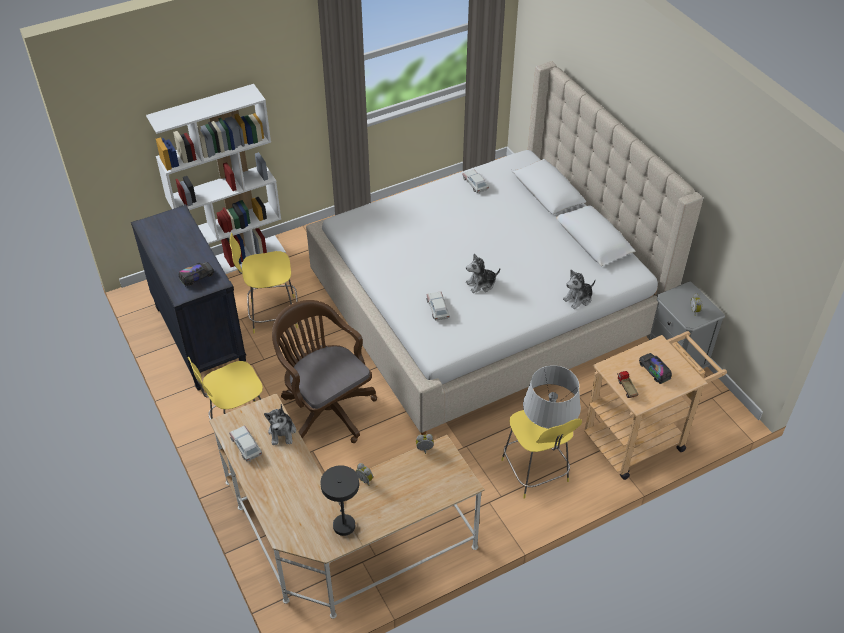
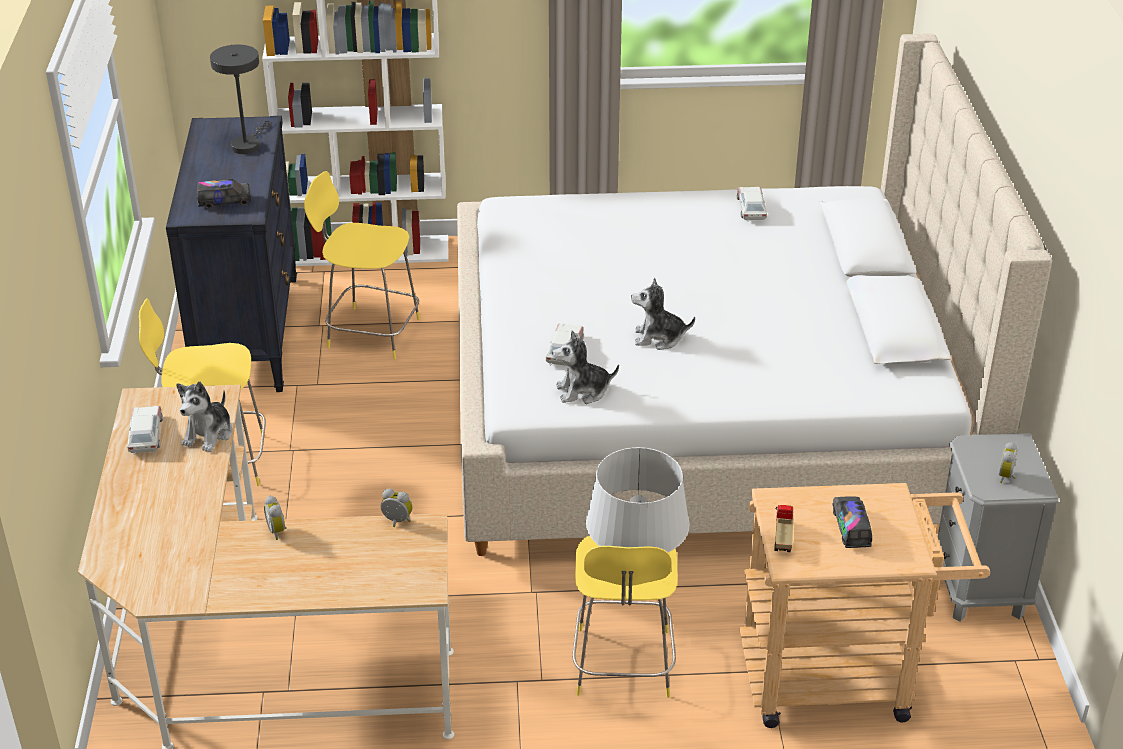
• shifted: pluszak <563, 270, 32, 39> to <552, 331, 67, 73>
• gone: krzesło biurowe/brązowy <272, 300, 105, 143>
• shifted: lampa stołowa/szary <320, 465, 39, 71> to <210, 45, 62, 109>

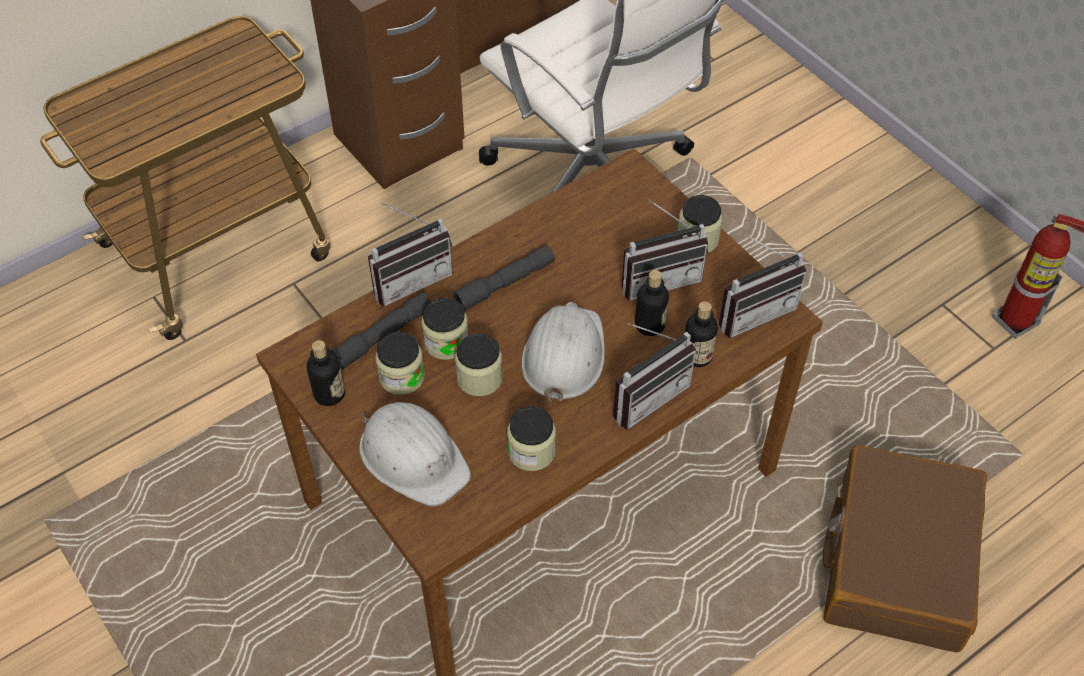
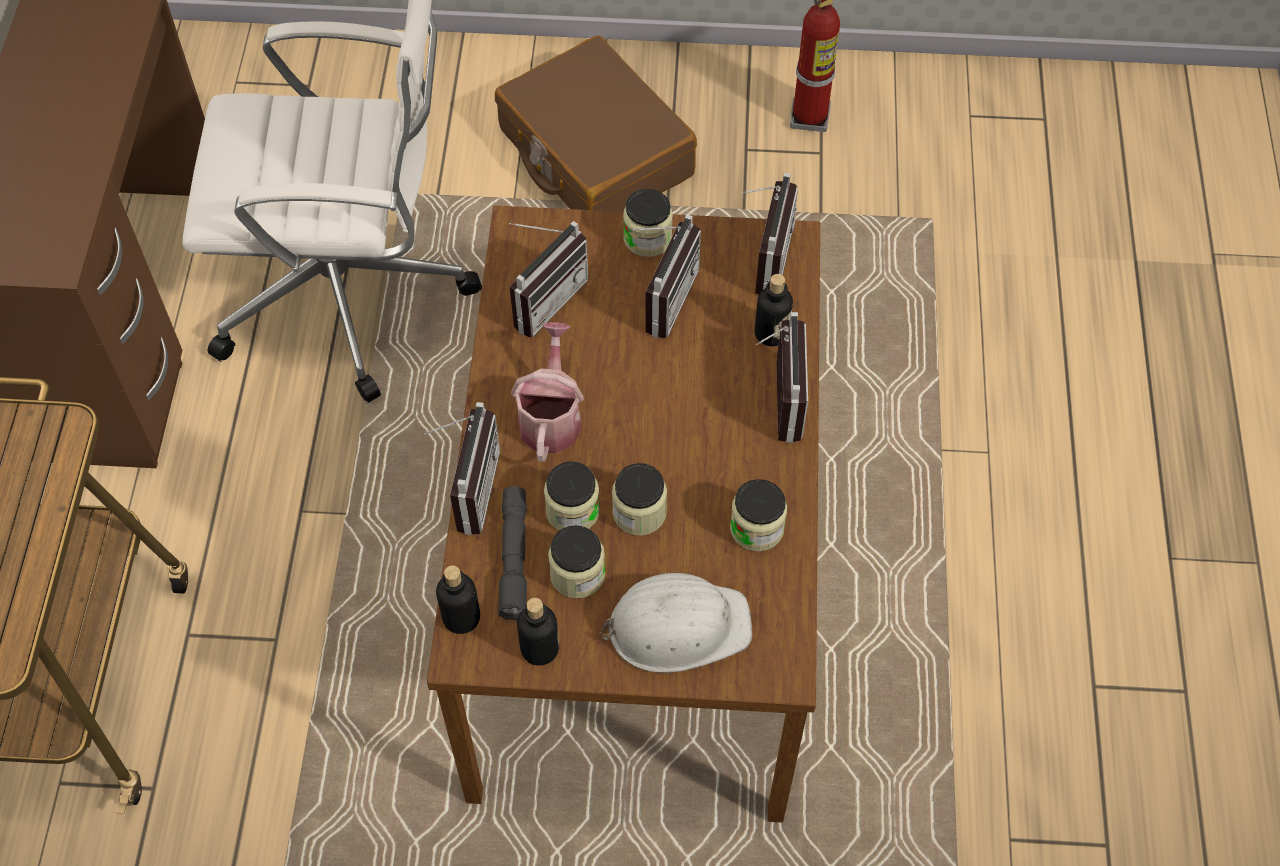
• swapped: latarka/szary <453, 245, 102, 66> to konewka <511, 322, 73, 140>
• shifted: butelka <635, 270, 34, 66> to <436, 566, 45, 68>
• gone: kask/biały <522, 302, 83, 101>
• shifted: walizka/brązowy <822, 445, 165, 207> to <495, 36, 202, 176>
• new: radio <509, 221, 79, 117>

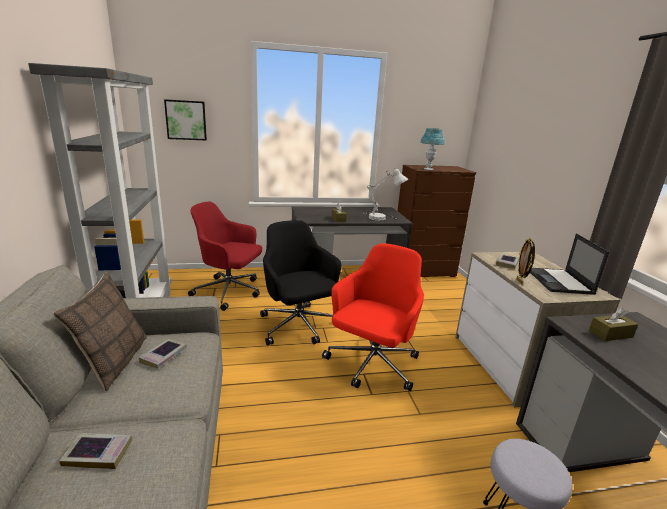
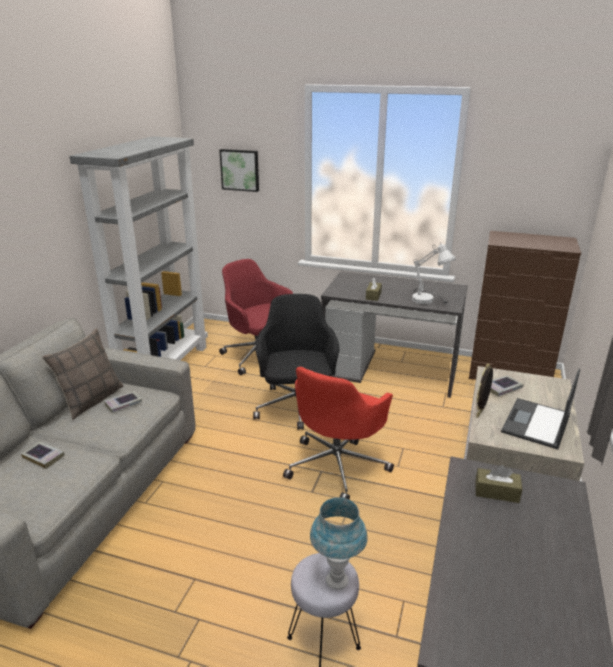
• shifted: lampa stołowa/niebieski <420, 128, 25, 42> to <310, 497, 58, 93>
• rotated: krzesło biurowe/czerwony <322, 244, 102, 147> = <283, 367, 111, 132> 150 degrees clockwise

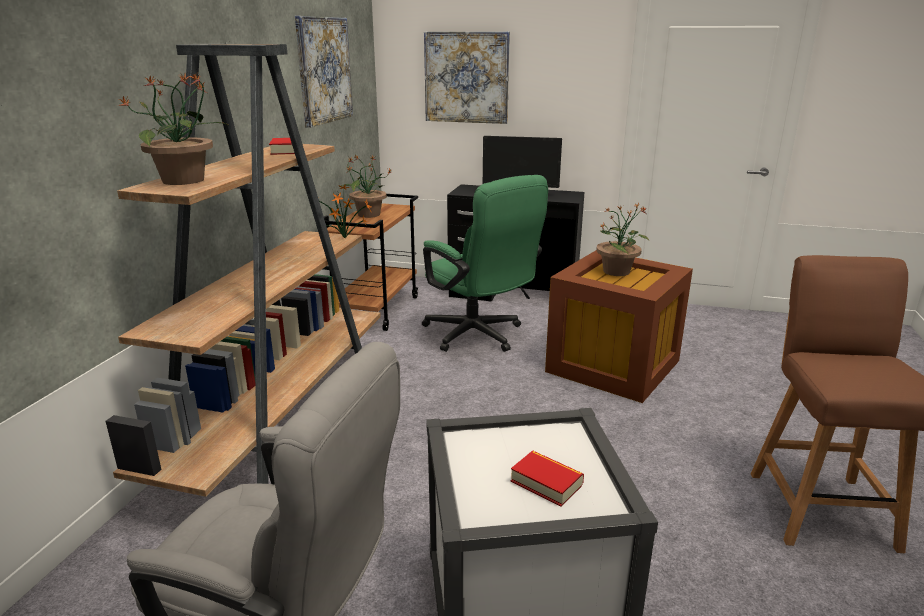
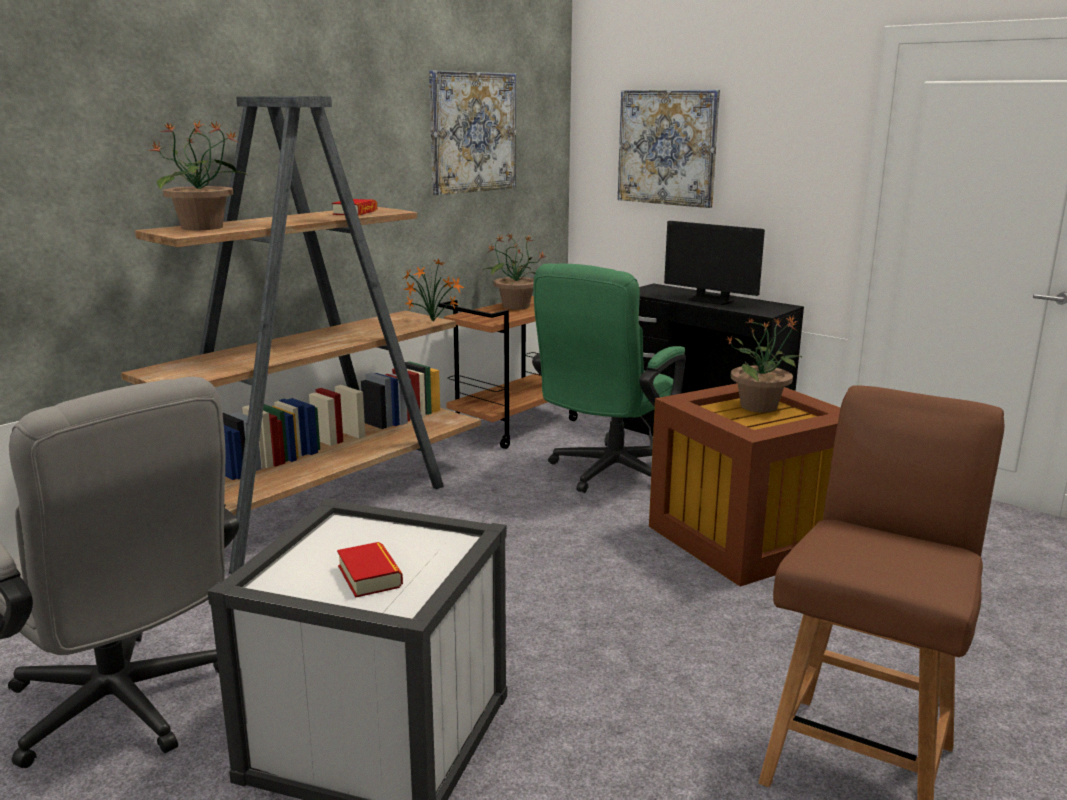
• rotated: krzesło biurowe/zielony <422, 175, 126, 177> = <532, 263, 154, 230> 45 degrees clockwise

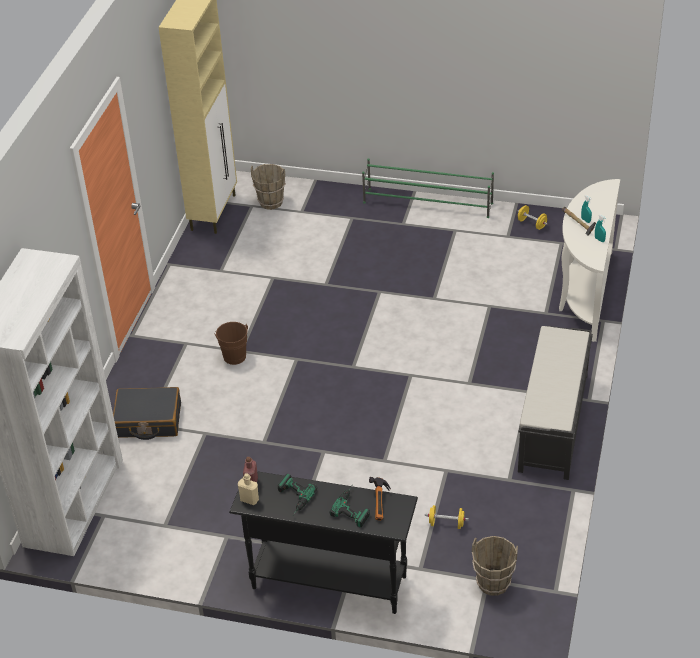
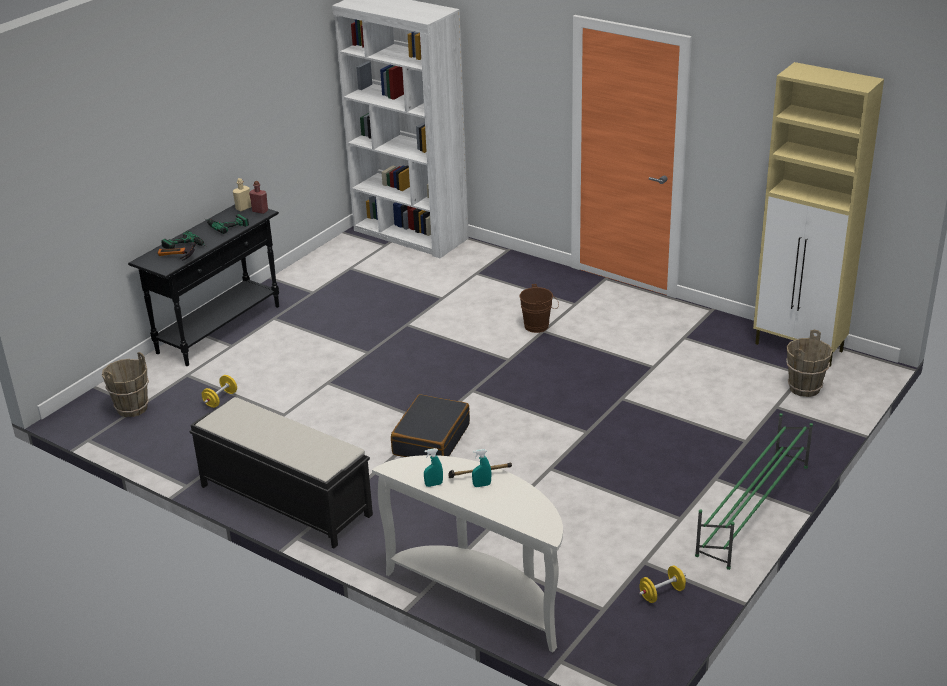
• shifted: walizka/czarny <113, 387, 68, 53> to <391, 394, 79, 63>

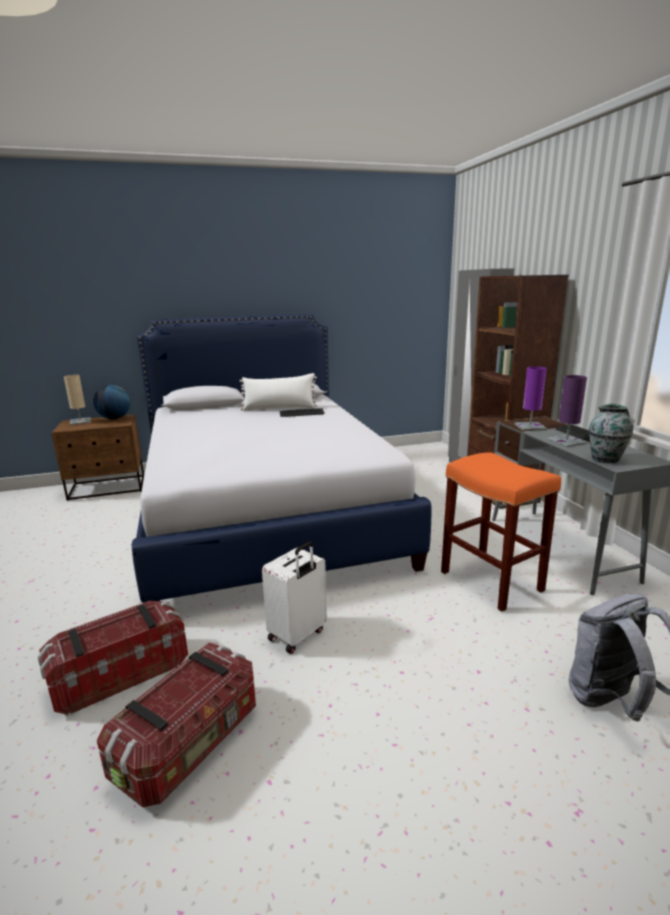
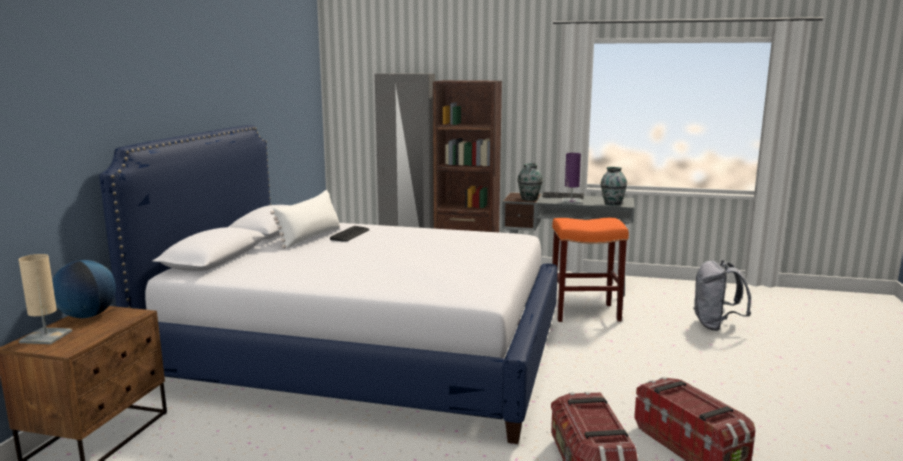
• swapped: lampa stołowa/fioletowy <514, 366, 33, 65> to wazon <517, 163, 26, 38>
• gone: walizka/biały <262, 542, 65, 112>

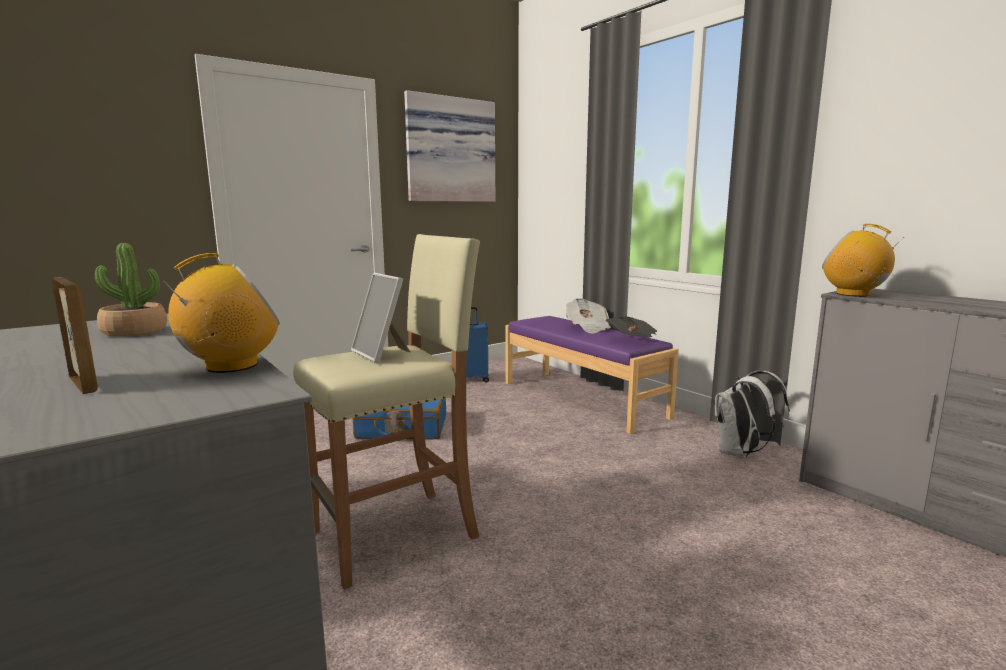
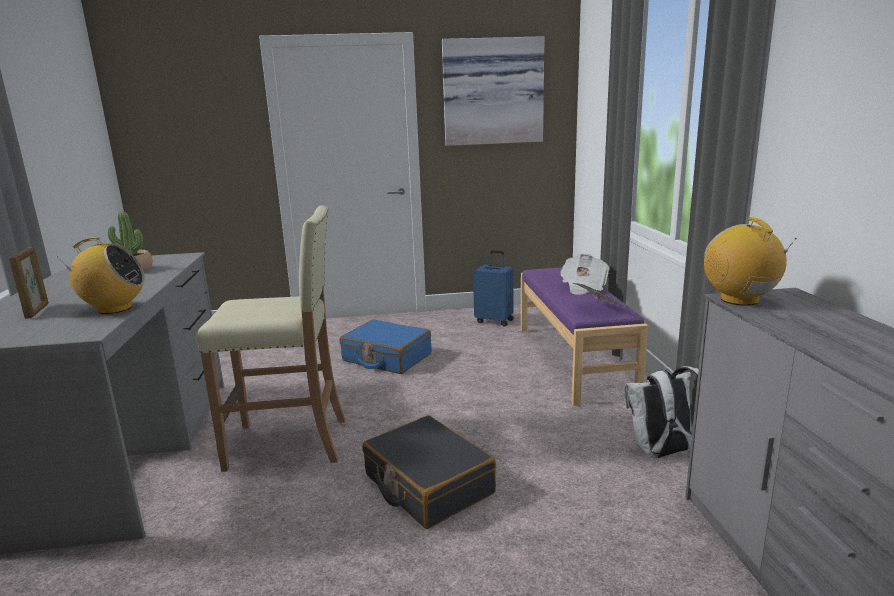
• gone: ramka na zdjęcie <351, 273, 59, 90>
• new: walizka/czarny <362, 415, 134, 114>

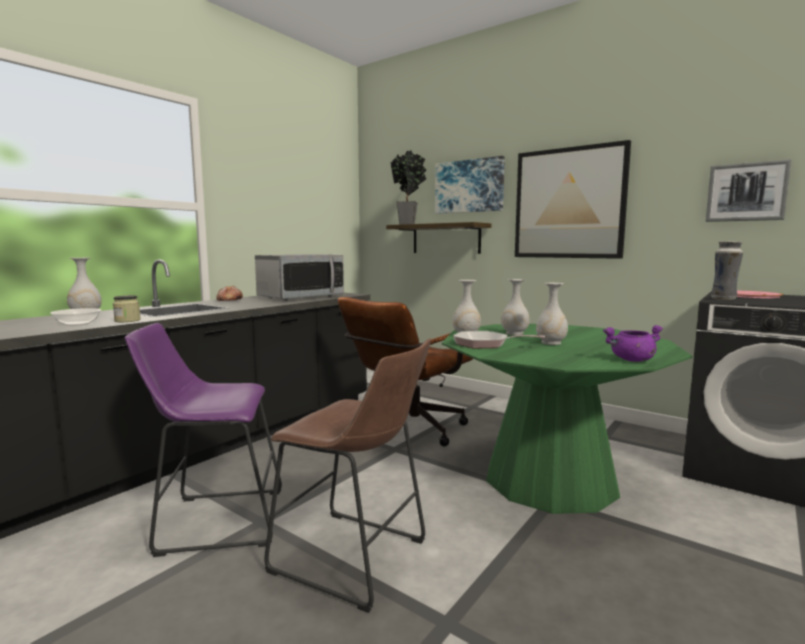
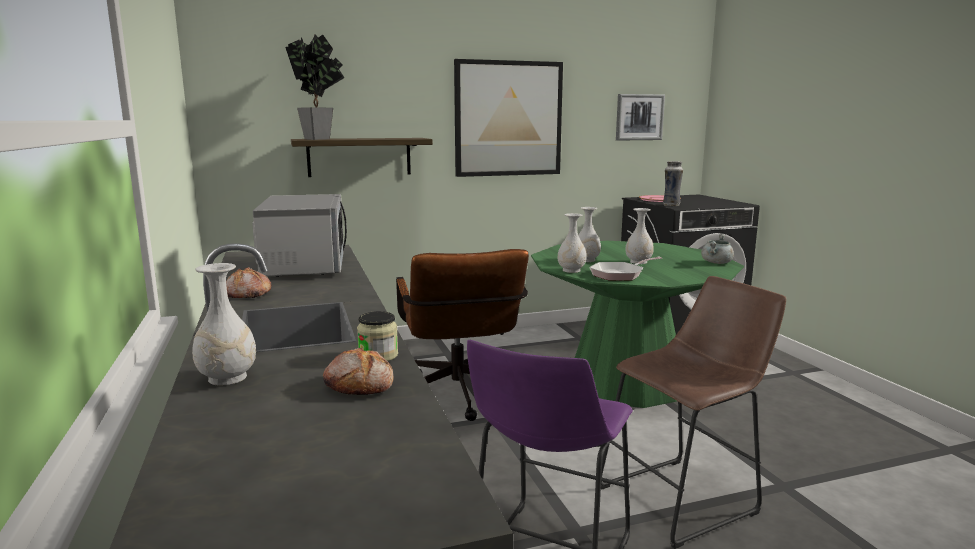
• gone: obraz <435, 156, 70, 58>
• swapped: miska <50, 308, 51, 18> to chleb <323, 348, 70, 47>
• repainted: garnek/fioletowy <603, 325, 60, 37> to garnek/szary <701, 234, 33, 30>

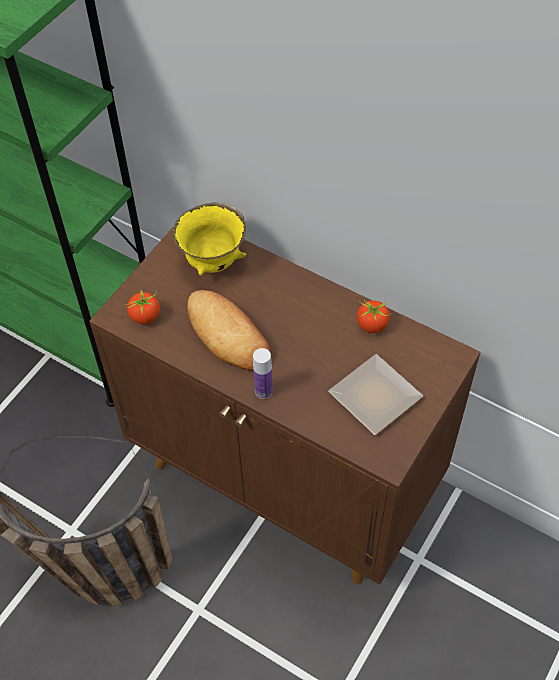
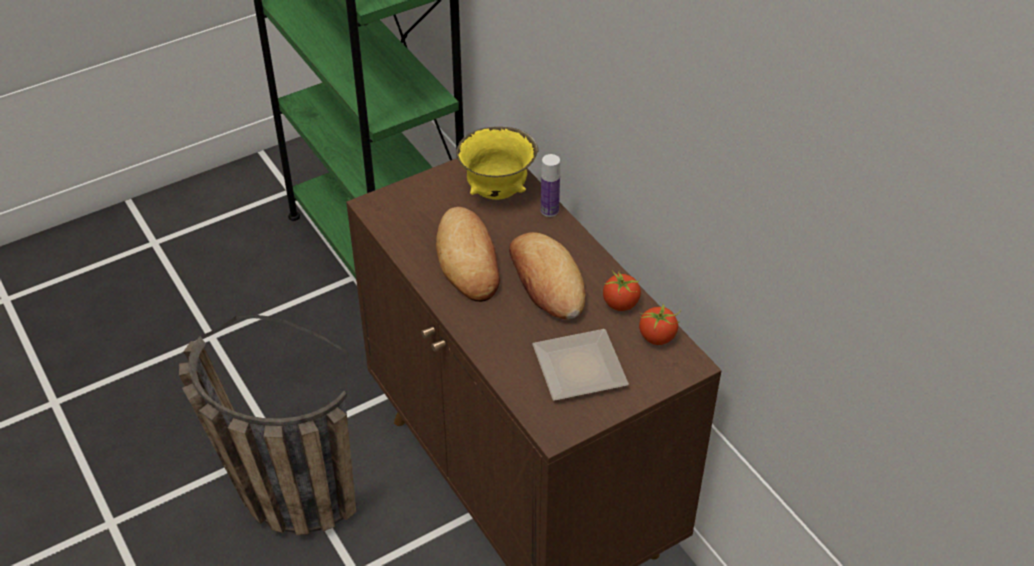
• shifted: pomidor <127, 290, 33, 35> to <639, 302, 42, 43>
• shifted: butelka <253, 348, 20, 51> to <541, 154, 19, 63>
• new: chleb <509, 232, 76, 87>

